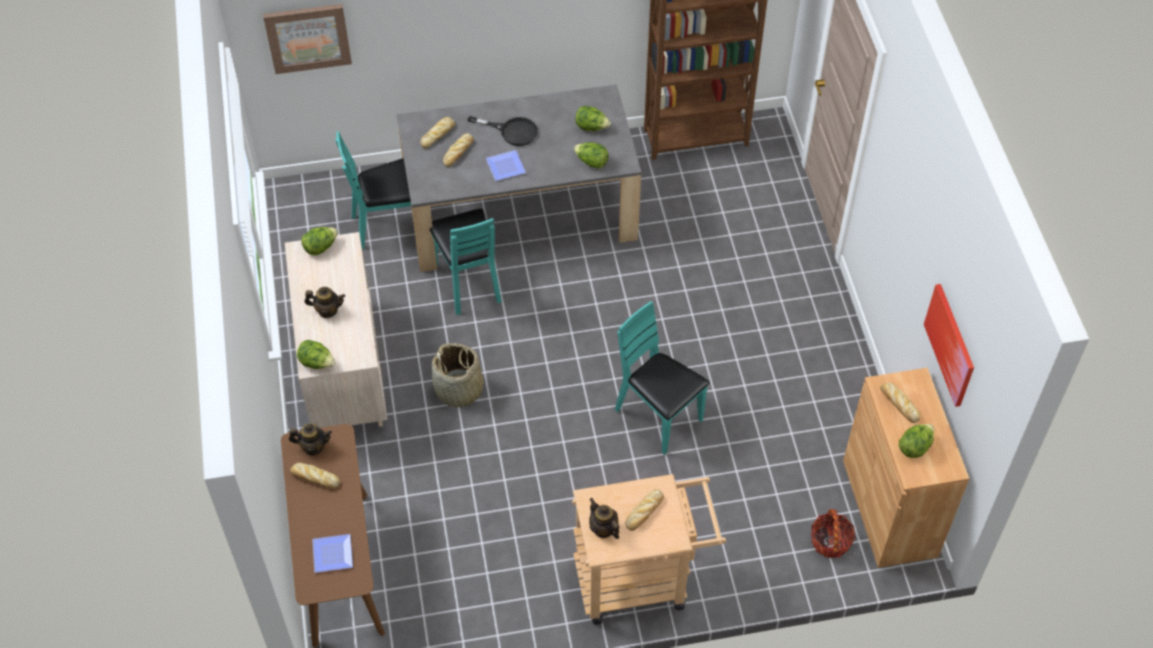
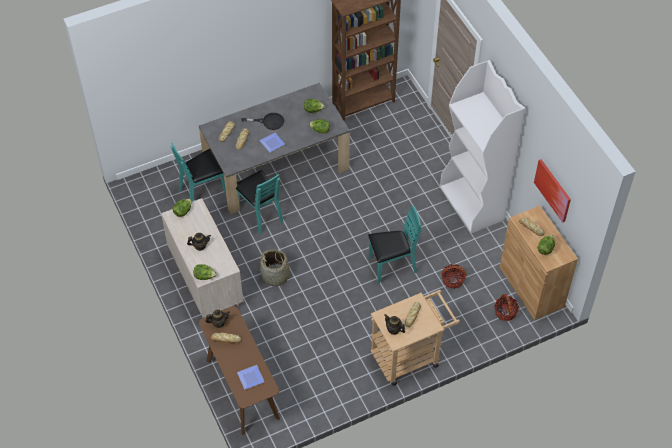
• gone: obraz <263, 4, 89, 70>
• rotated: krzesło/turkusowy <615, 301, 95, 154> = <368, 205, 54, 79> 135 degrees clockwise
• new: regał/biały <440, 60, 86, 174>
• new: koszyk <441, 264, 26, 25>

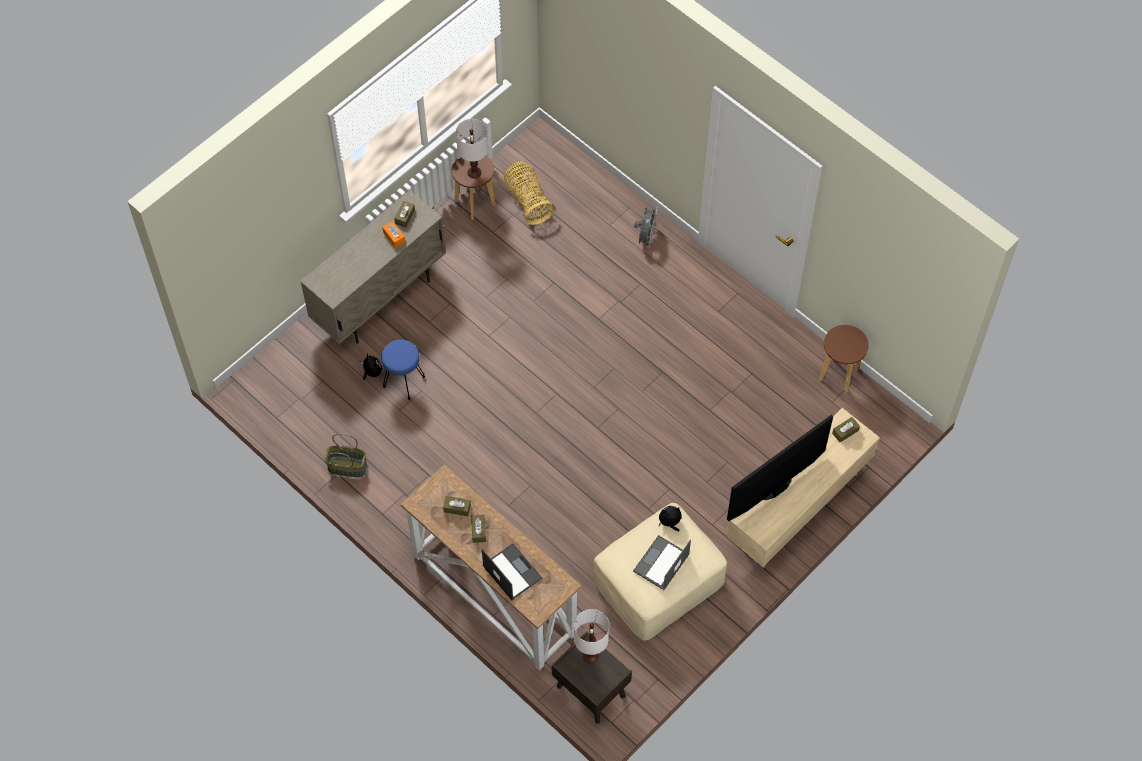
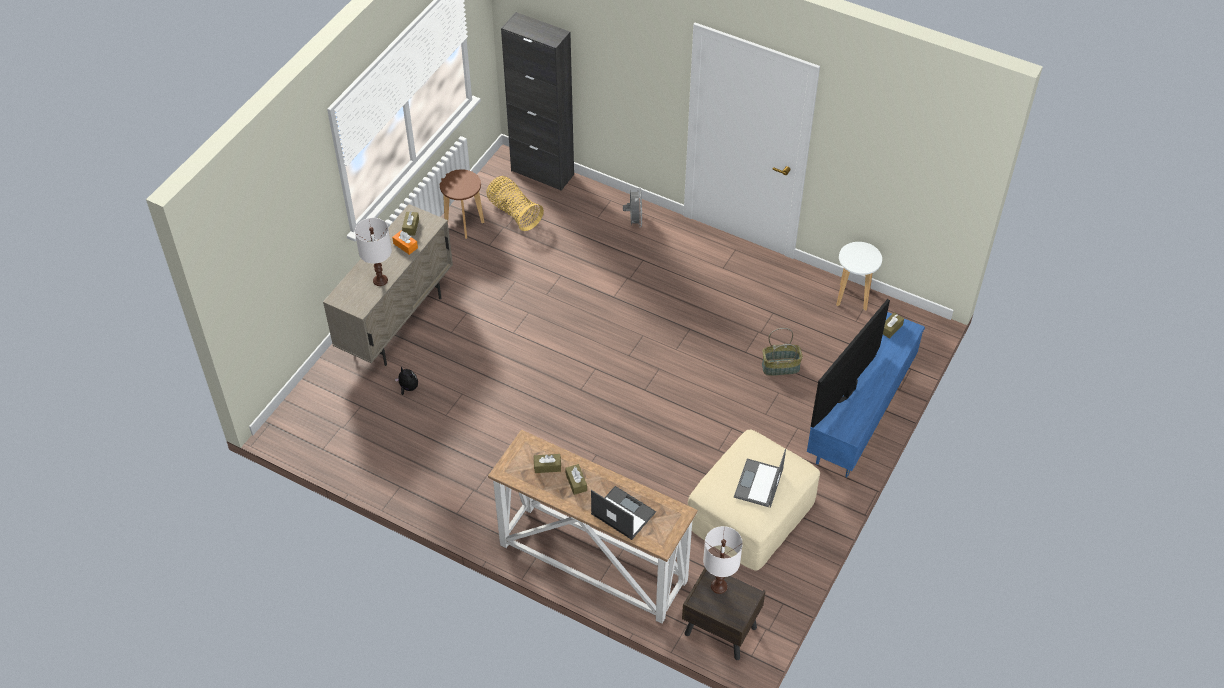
• shifted: lampa stołowa/biały <456, 119, 32, 59> to <355, 218, 37, 68>
• repainted: stołek/brązowy <819, 325, 50, 68> to stołek/biały <836, 242, 46, 69>
• gone: stołek/niebieski <381, 339, 44, 61>
• repainted: szafka pod telewizor/beżowy <726, 408, 154, 160> to szafka pod telewizor/niebieski <807, 312, 118, 165>
• shifted: koszyk <325, 434, 42, 43> to <762, 328, 41, 48>
• gone: pluszak <659, 506, 23, 25>
• new: szafka/czarny <501, 12, 73, 179>

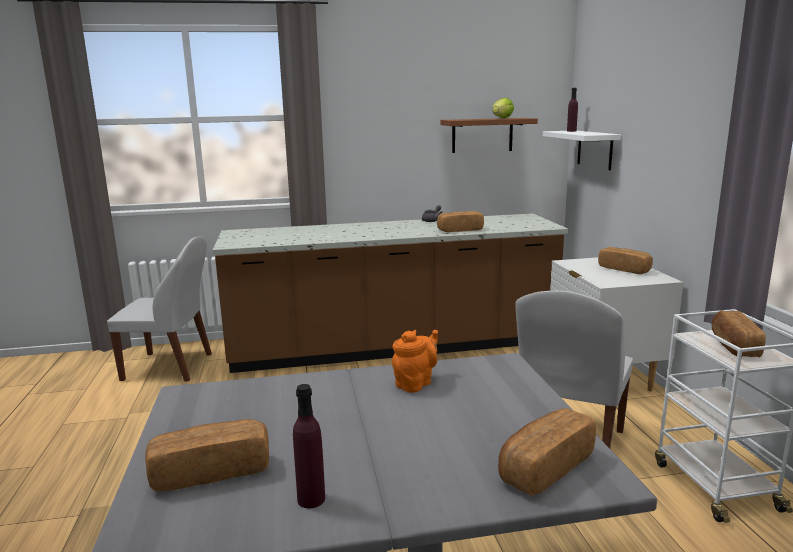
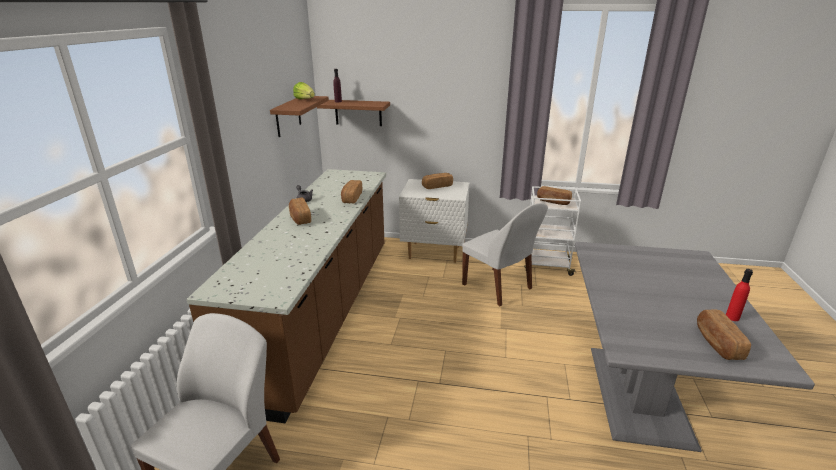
• repainted: półka/biały <543, 131, 78, 39> to półka/brązowy <317, 100, 73, 26>
• gone: imbryk/pomarańczowy <392, 330, 46, 63>
• repainted: butelka/fioletowy <293, 384, 32, 124> to butelka/czerwony <726, 269, 27, 52>
• shifted: chleb <498, 408, 98, 88> to <289, 197, 22, 28>

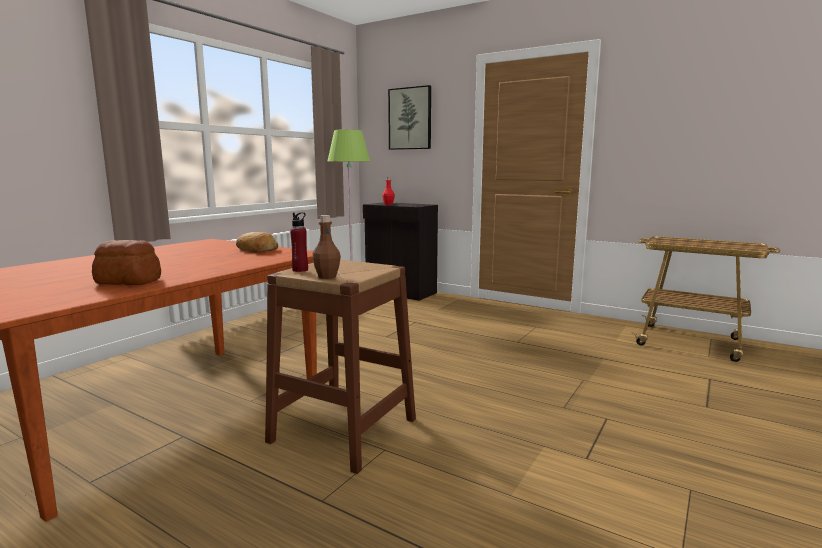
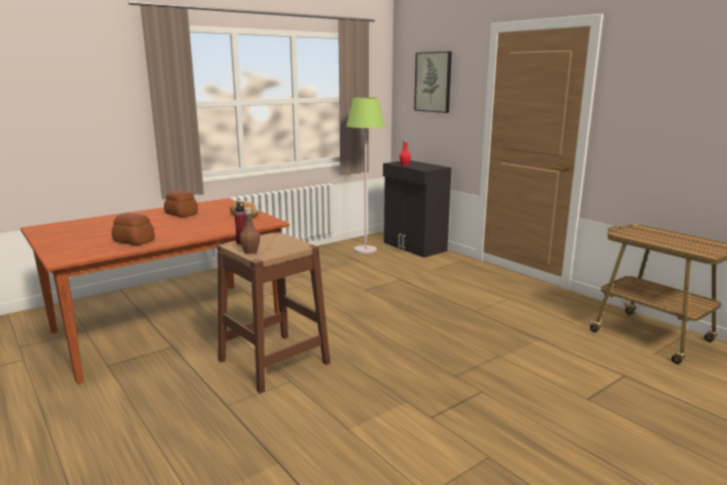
• new: chleb <164, 190, 34, 27>

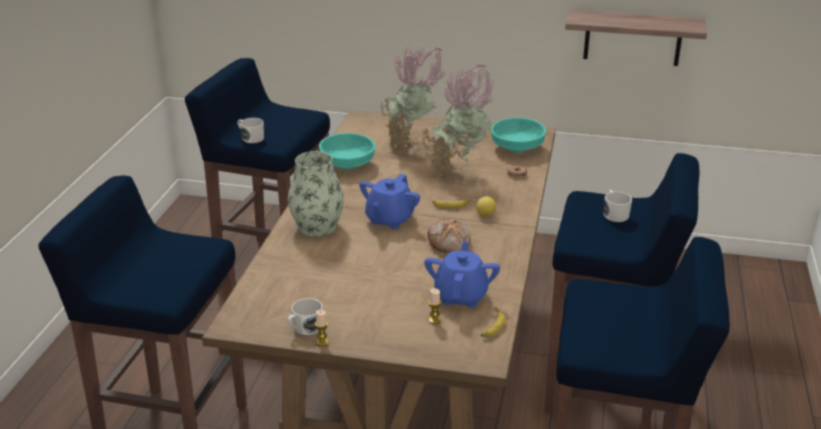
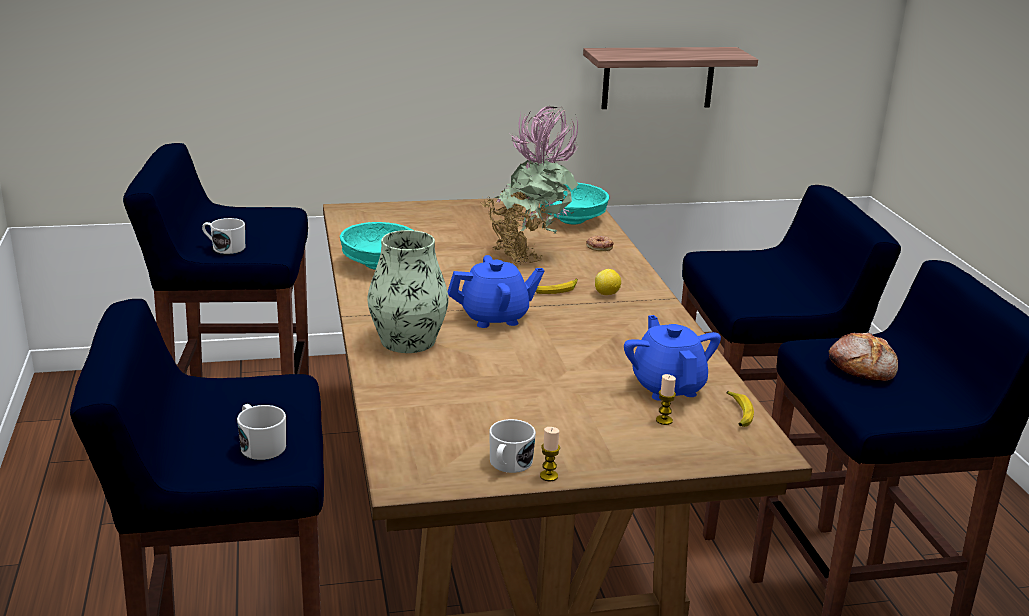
• gone: roślina doniczkowa <380, 47, 69, 105>
• rotated: imbryk/niebieski <359, 174, 61, 55> = <448, 255, 97, 73> 105 degrees counterclockwise
• shifted: kubek/biały <604, 190, 28, 32> to <237, 404, 49, 56>
• shifted: chleb <427, 218, 44, 35> to <828, 332, 70, 49>

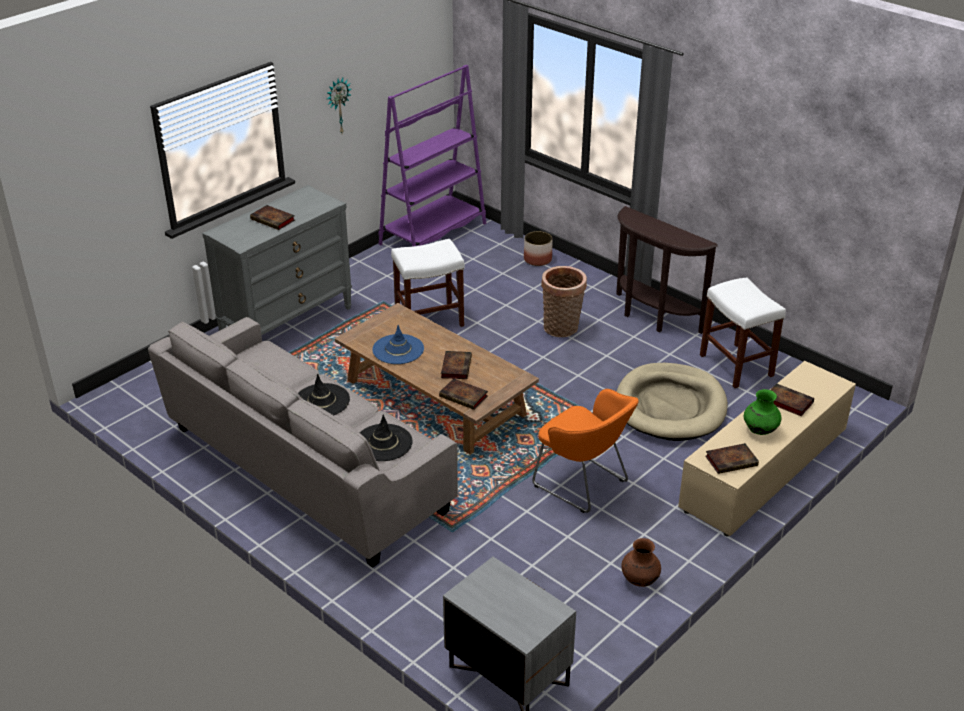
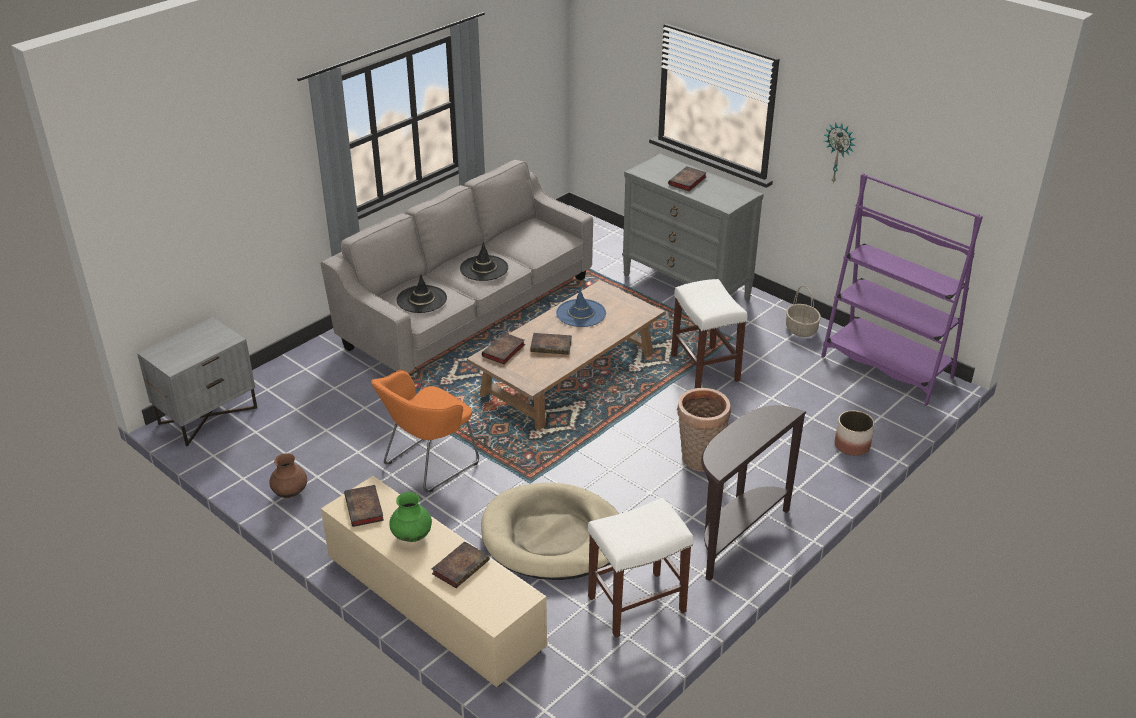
• new: koszyk <786, 286, 35, 51>

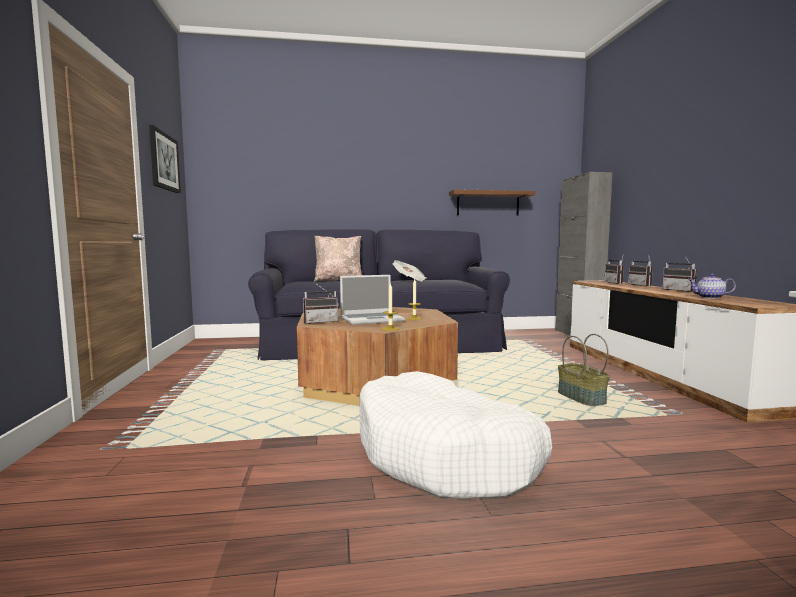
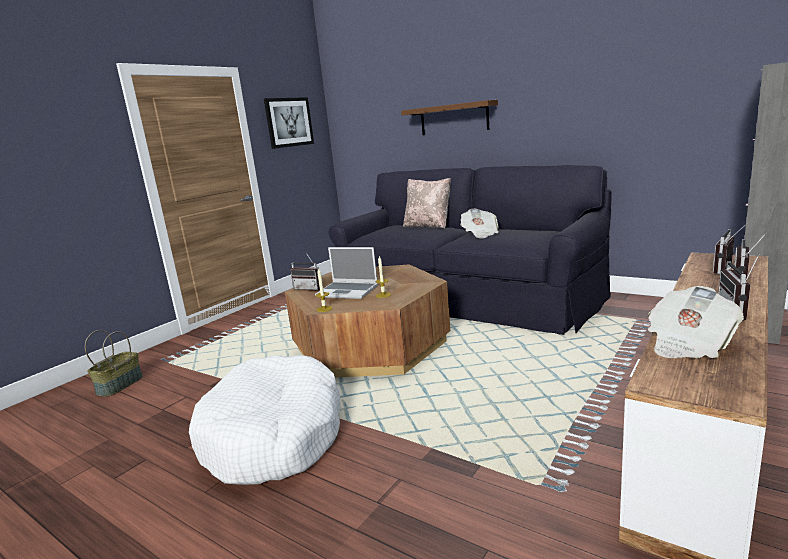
• shifted: półka/brązowy <449, 189, 86, 27> to <401, 100, 97, 35>
• swapped: imbryk <688, 274, 48, 25> to gazeta <648, 286, 96, 72>
• shifted: koszyk <558, 334, 52, 72> to <85, 330, 58, 67>

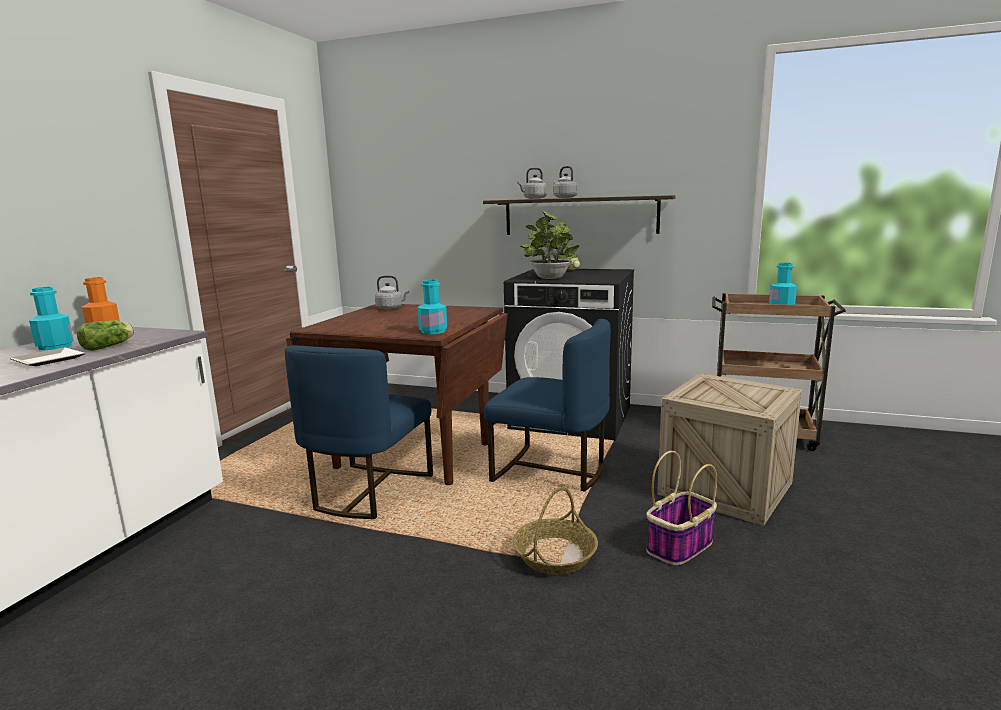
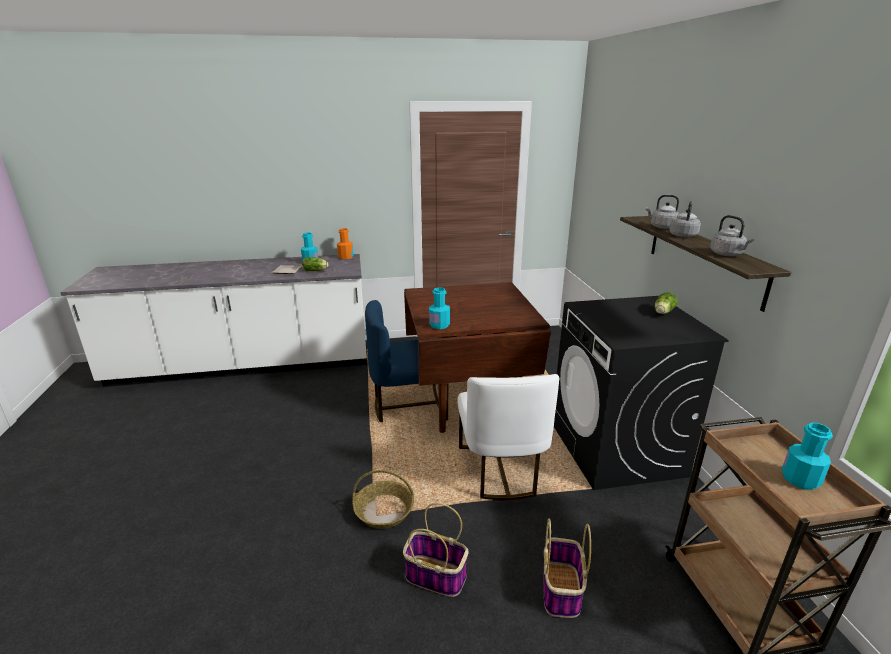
• gone: roślina doniczkowa <521, 210, 58, 69>
• shifted: czajnik/szary <375, 275, 34, 35> to <710, 215, 44, 41>
• repainted: krzesło/niebieski <484, 319, 127, 173> to krzesło/biały <458, 374, 101, 127>
• swapped: skrzynka <657, 373, 145, 153> to koszyk <543, 518, 48, 100>

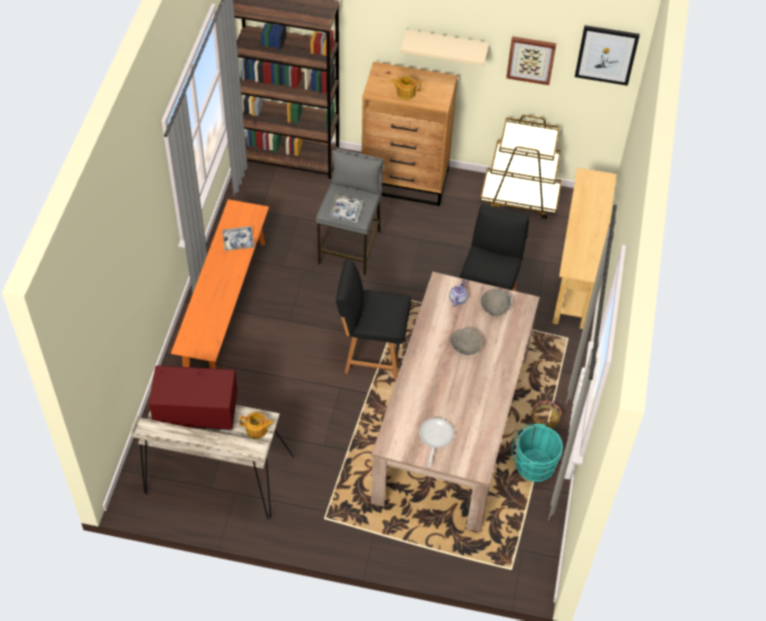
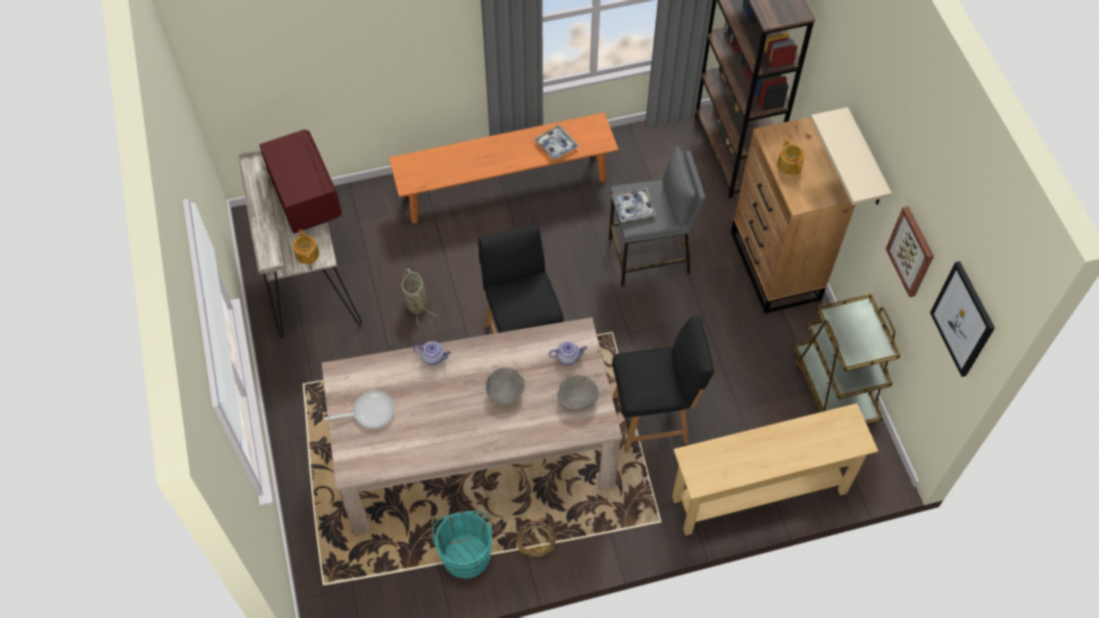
• new: koszyk <401, 268, 37, 58>
• new: imbryk <413, 342, 38, 23>

